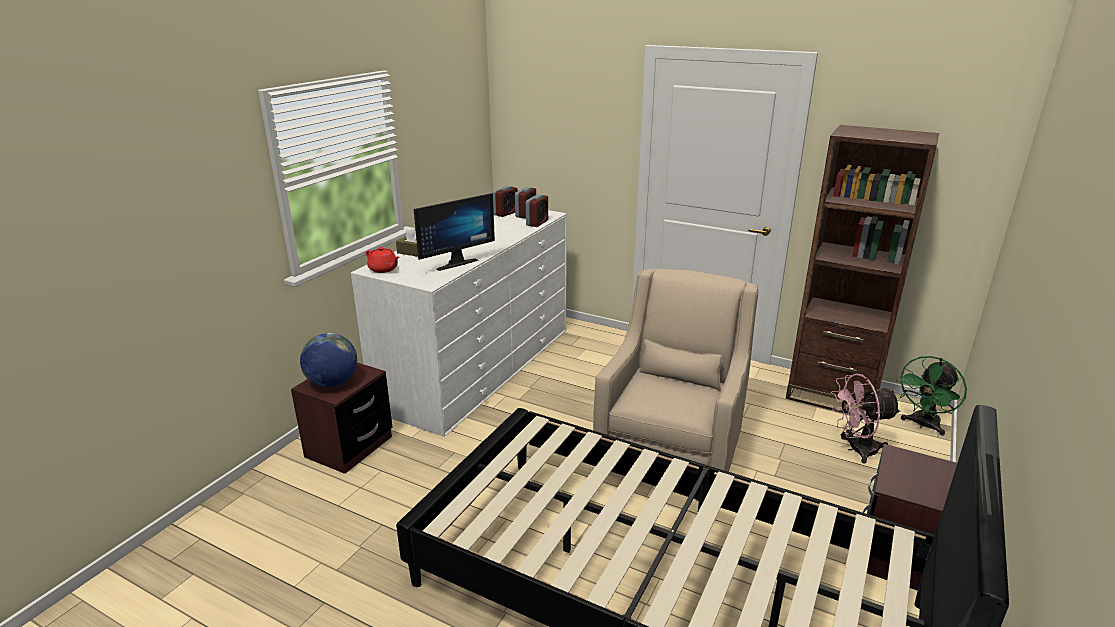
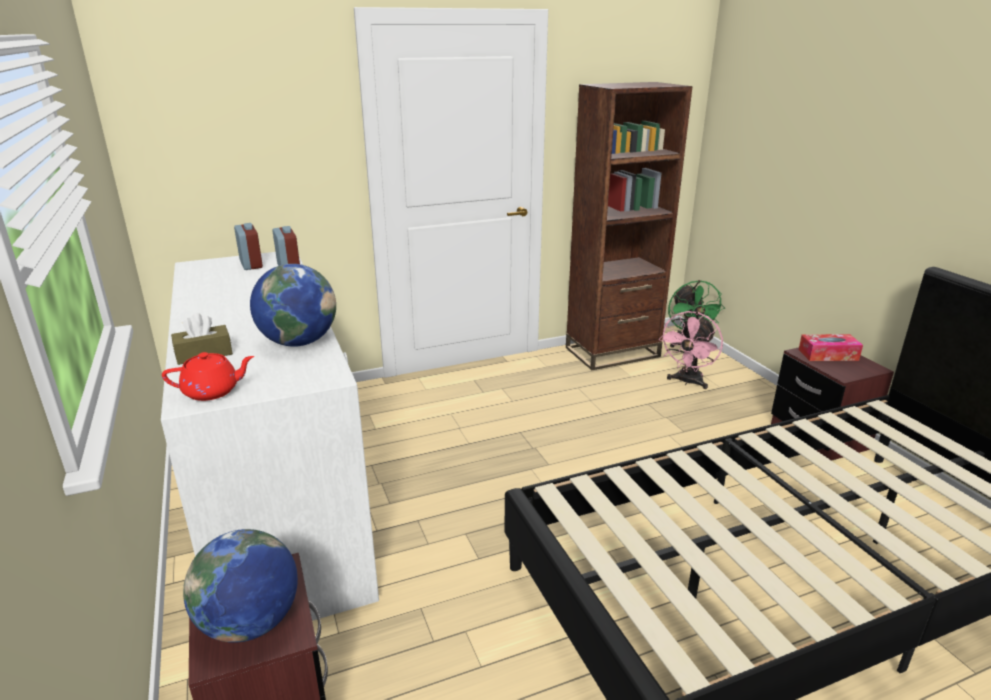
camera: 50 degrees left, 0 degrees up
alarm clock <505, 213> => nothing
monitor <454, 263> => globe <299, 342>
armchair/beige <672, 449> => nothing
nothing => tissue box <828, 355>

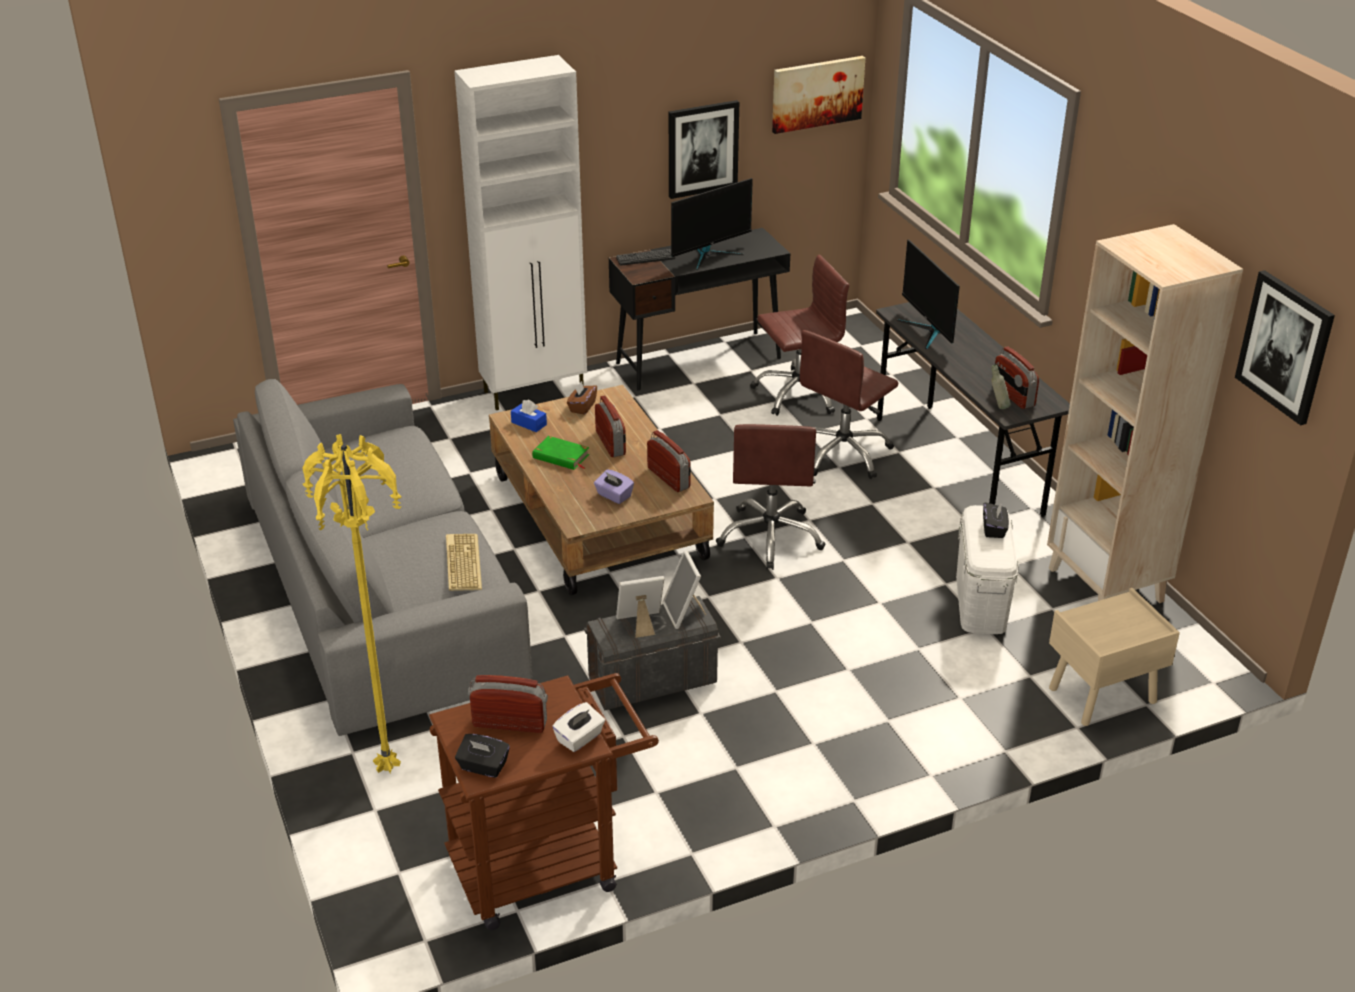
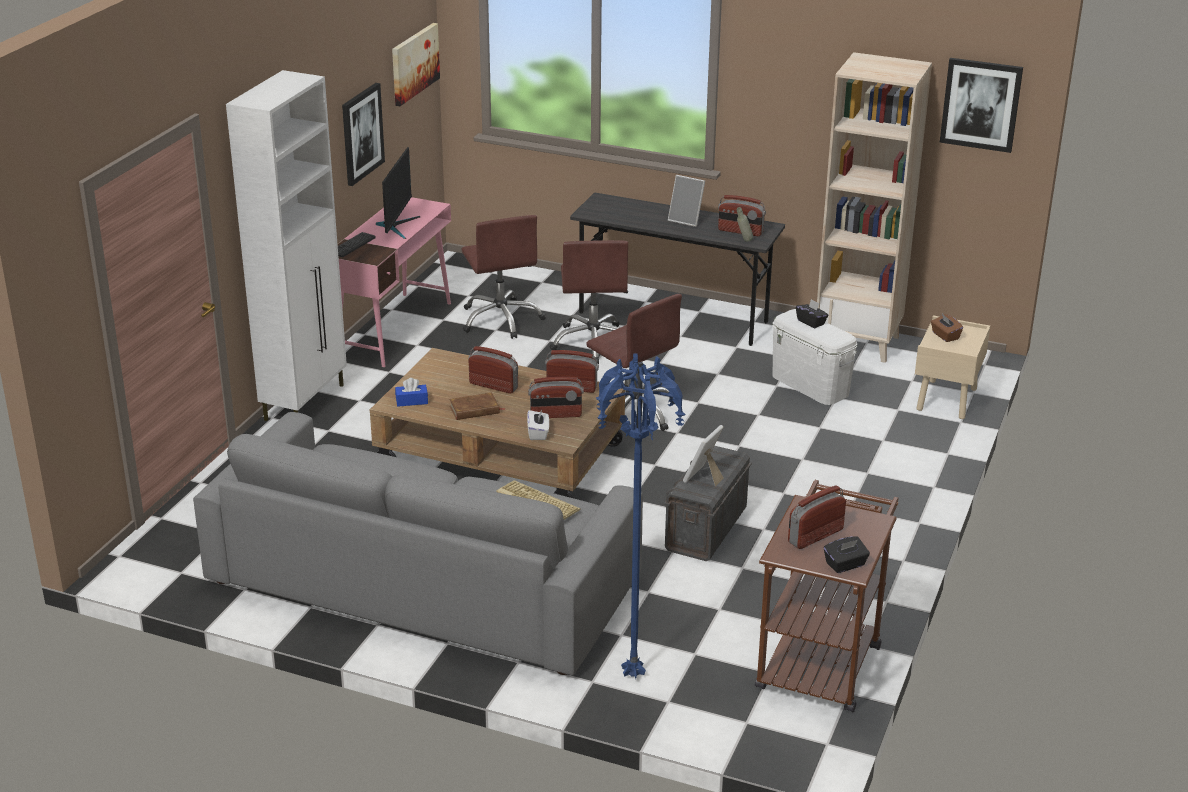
camera: 45 degrees left, 5 degrees down
desk/black <699, 360> => desk/pink <394, 329>
monitor <928, 331> => nothing
office chair/brown <799, 393> => office chair/brown <501, 319>, 135 degrees clockwise
tissue box/brown <582, 407> => tissue box/brown <945, 336>, relocated
floor lamp/yellow <389, 767> => floor lamp/blue <632, 674>
book/green <561, 456> => book/brown <475, 410>
tissue box/purple <613, 496> => radio <556, 415>
picture frame <684, 613> => picture frame <686, 220>, relocated
tissue box/white <579, 738> => tissue box/white <538, 433>, relocated

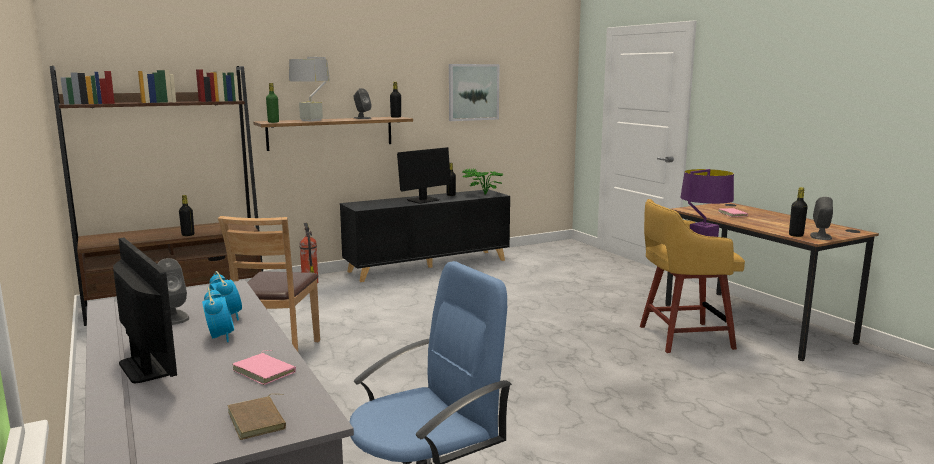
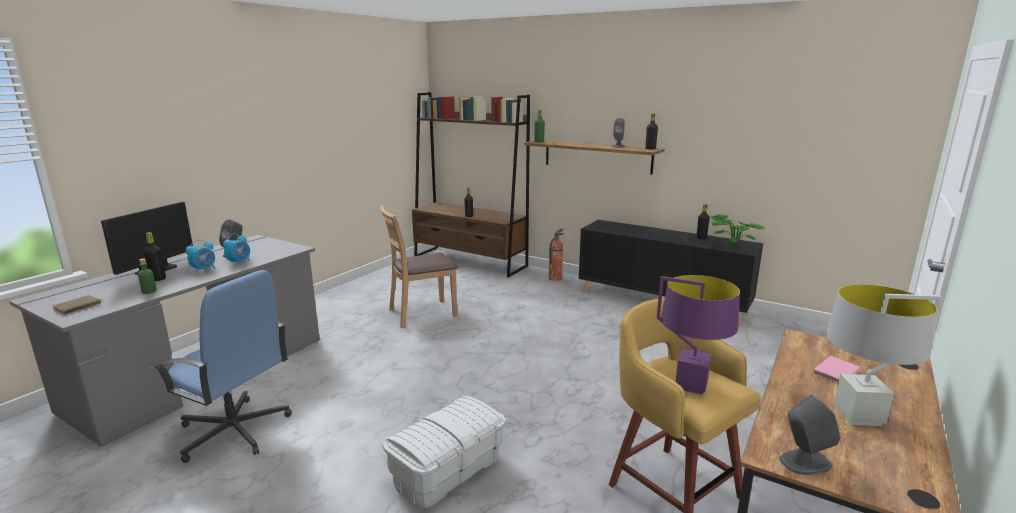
camera: 60 degrees right, 5 degrees up
table lamp/grey <311, 120> => table lamp/grey <859, 416>, relocated
picture <473, 92> => nothing
monitor <423, 200> => nothing
bottle/black <796, 235> => bottle/black <158, 279>, relocated
book/pink <266, 371> => bottle/green <149, 291>
nothing => storage box/white <448, 470>

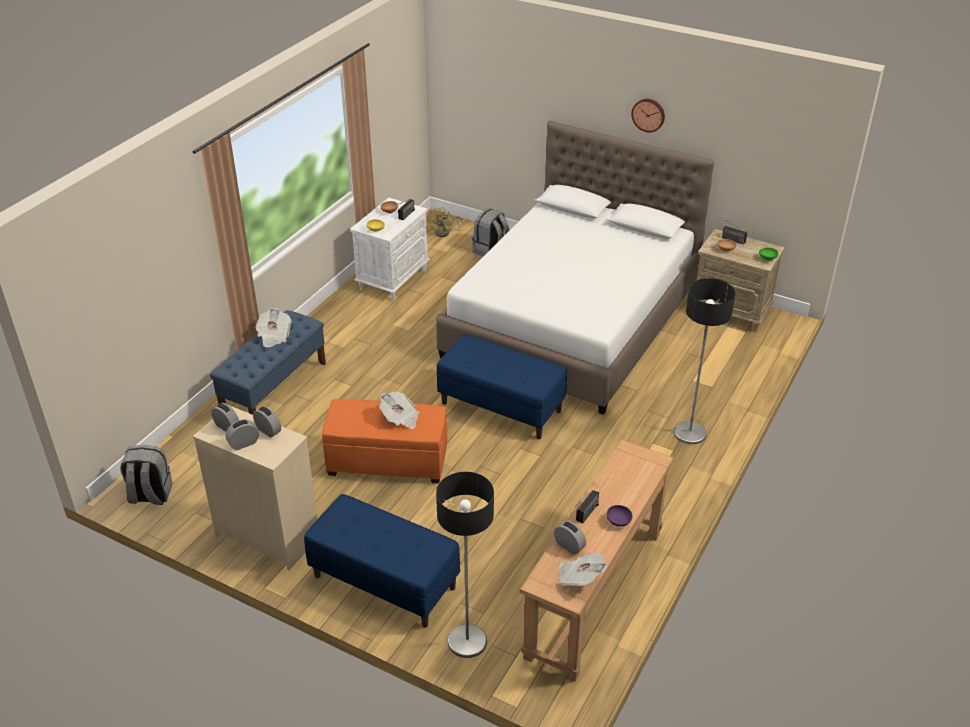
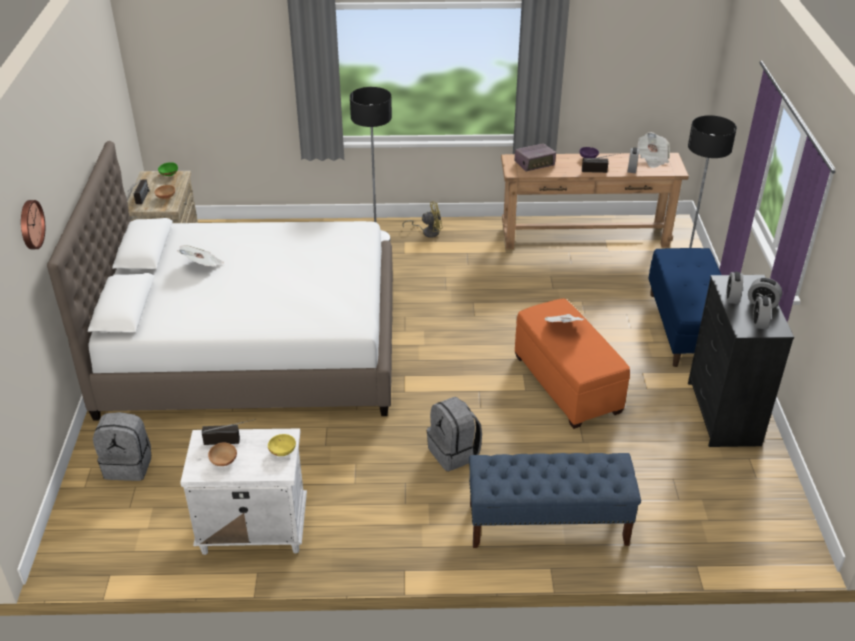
camera: 120 degrees left, 0 degrees up
wall clock <648, 114> => wall clock <30, 224>, relocated
fan/yellow <445, 233> => fan/yellow <427, 232>, relocated
newspaper <274, 336> => newspaper <202, 265>, relocated
bench/blue <501, 407> => nothing
dresser/beige <268, 536> => dresser/black <722, 413>
backpack/grey <150, 495> => backpack/grey <454, 453>, relocated
nothing => radio <534, 164>

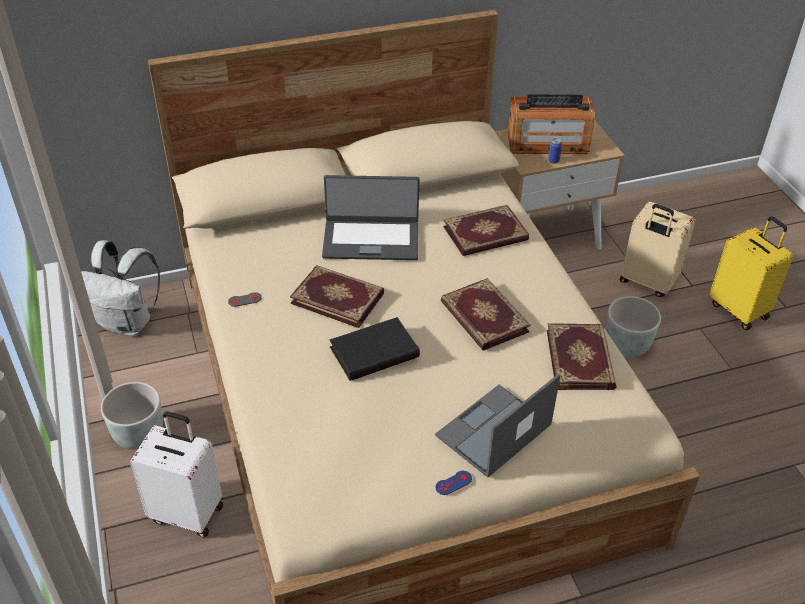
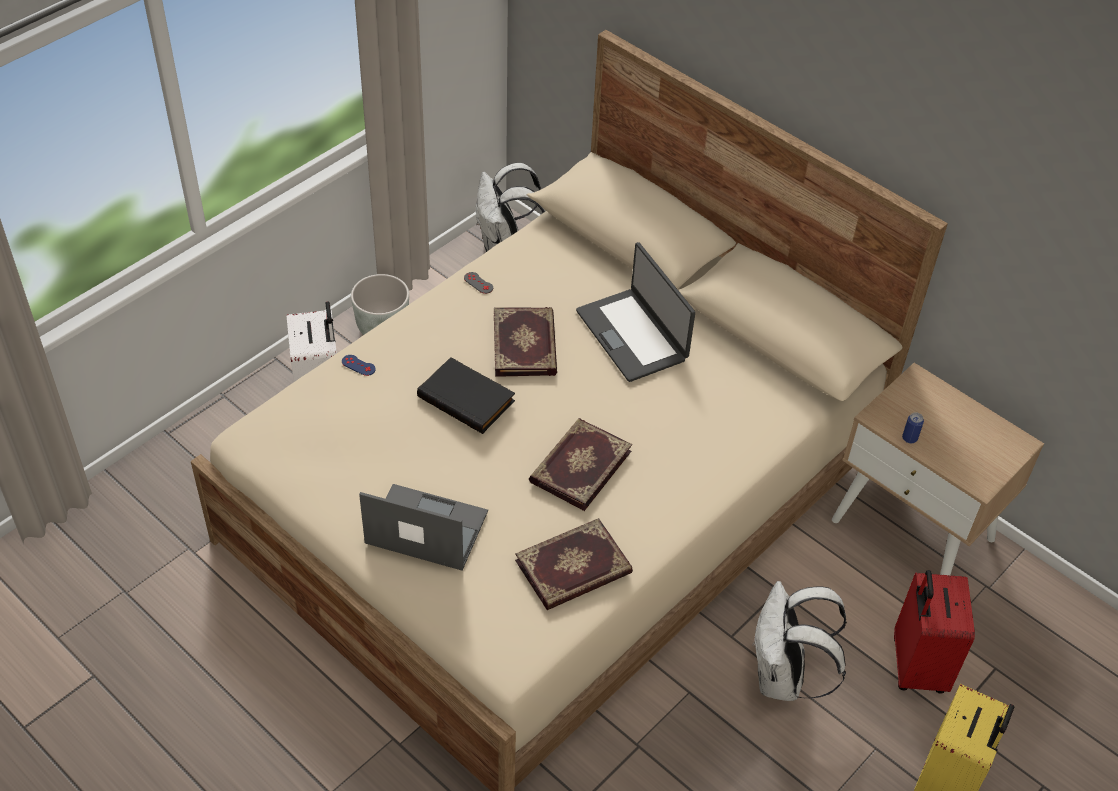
camera: 60 degrees right, 5 degrees up
radio <547, 143> => nothing
suitcase/beige <647, 282> => suitcase/red <916, 666>
book <486, 234> => nothing
planter/grey <627, 346> => backpack/white <783, 678>
game controller/blue <453, 483> => game controller/blue <358, 365>, relocated

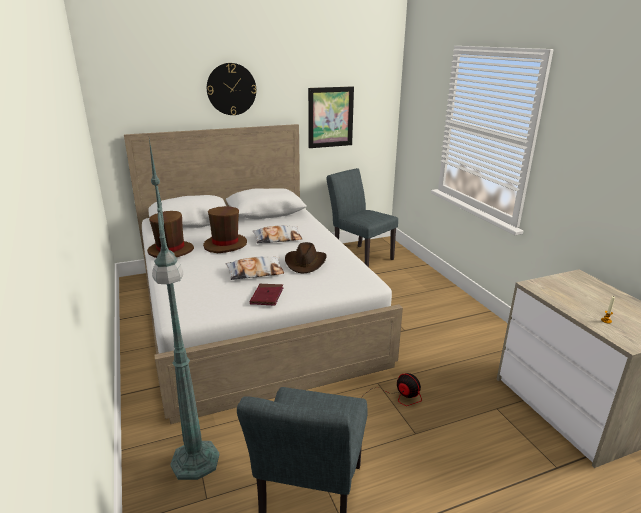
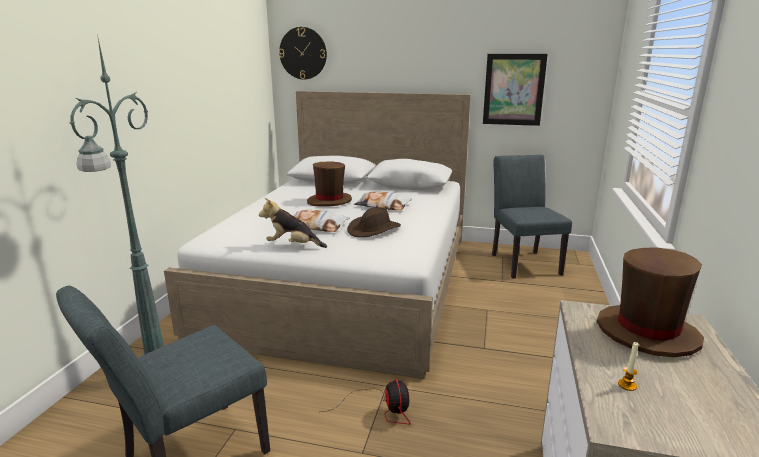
camera: 35 degrees right, 5 degrees down
wall clock <231, 89> => wall clock <303, 53>, relocated
hat/brown <171, 251> => hat/brown <647, 333>, relocated
book/red <267, 296> => plush toy <293, 246>

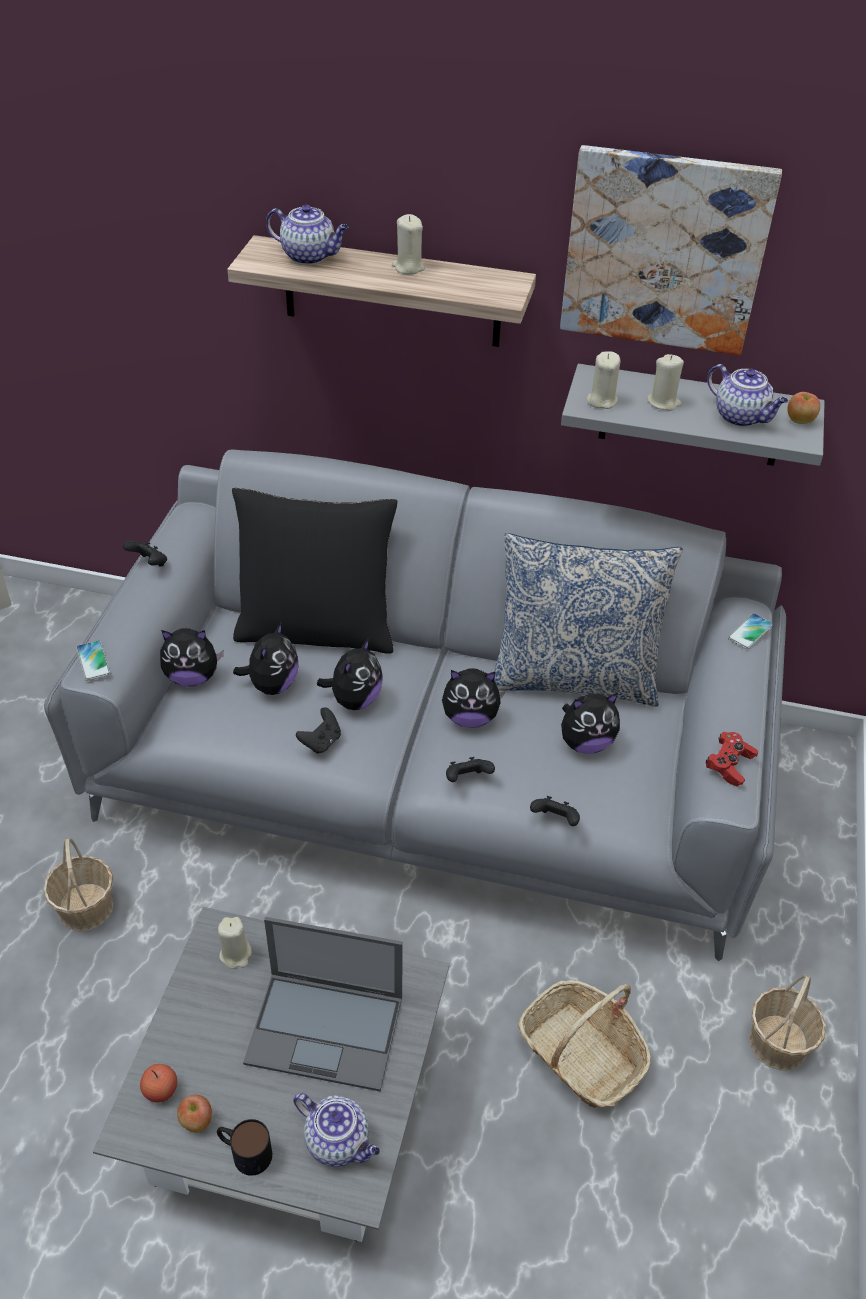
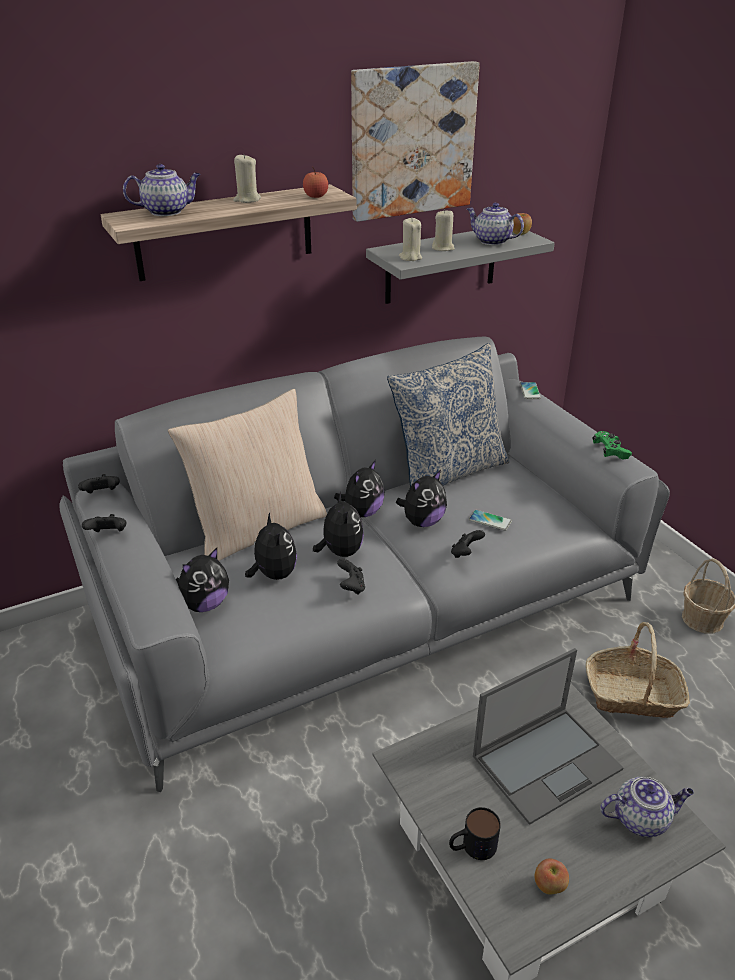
camera: 40 degrees left, 10 degrees down
teapot <741, 417> => teapot <491, 241>, 150 degrees counterclockwise
pillow/black <317, 629> => pillow/beige <258, 529>
phone <93, 661> => phone <490, 521>, relocated
plush toy <586, 743> => plush toy <362, 512>, relocated
game controller/red <729, 764> => game controller/green <610, 451>
game controller/black <555, 820> => game controller/black <102, 494>, relocated
basket <86, 907> => nothing
candle/beige <236, 954> => nothing
apple <161, 1090> => apple <316, 196>, relocated
mug <244, 1152> => mug <472, 847>, relocated

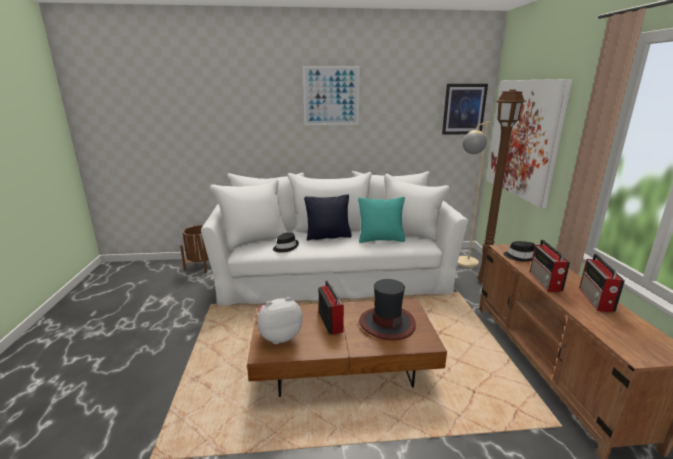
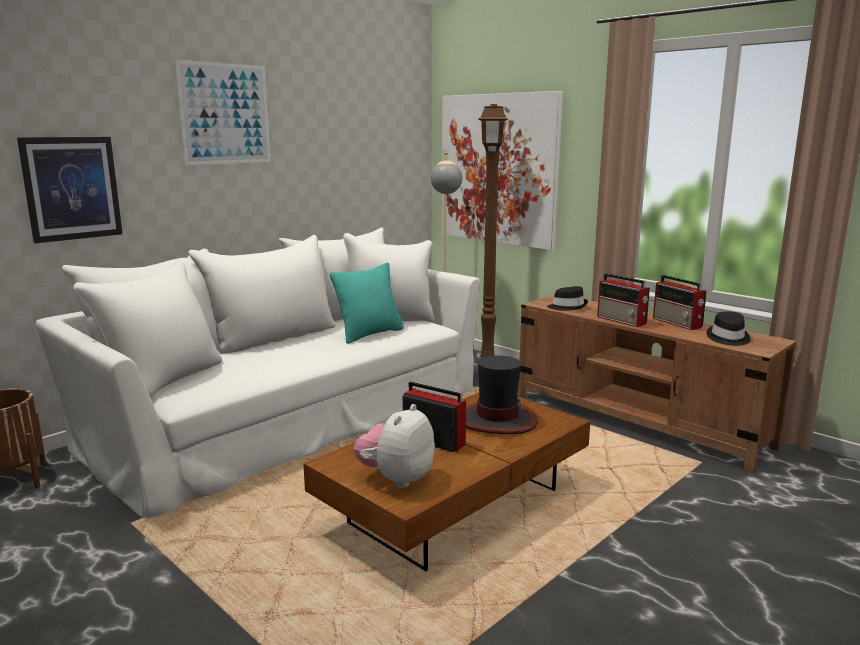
camera: 40 degrees left, 5 degrees down
picture <464, 109> => picture <72, 188>, relocated
pillow/black <328, 236> => nothing
hat/black <285, 247> => hat/black <728, 338>, relocated

